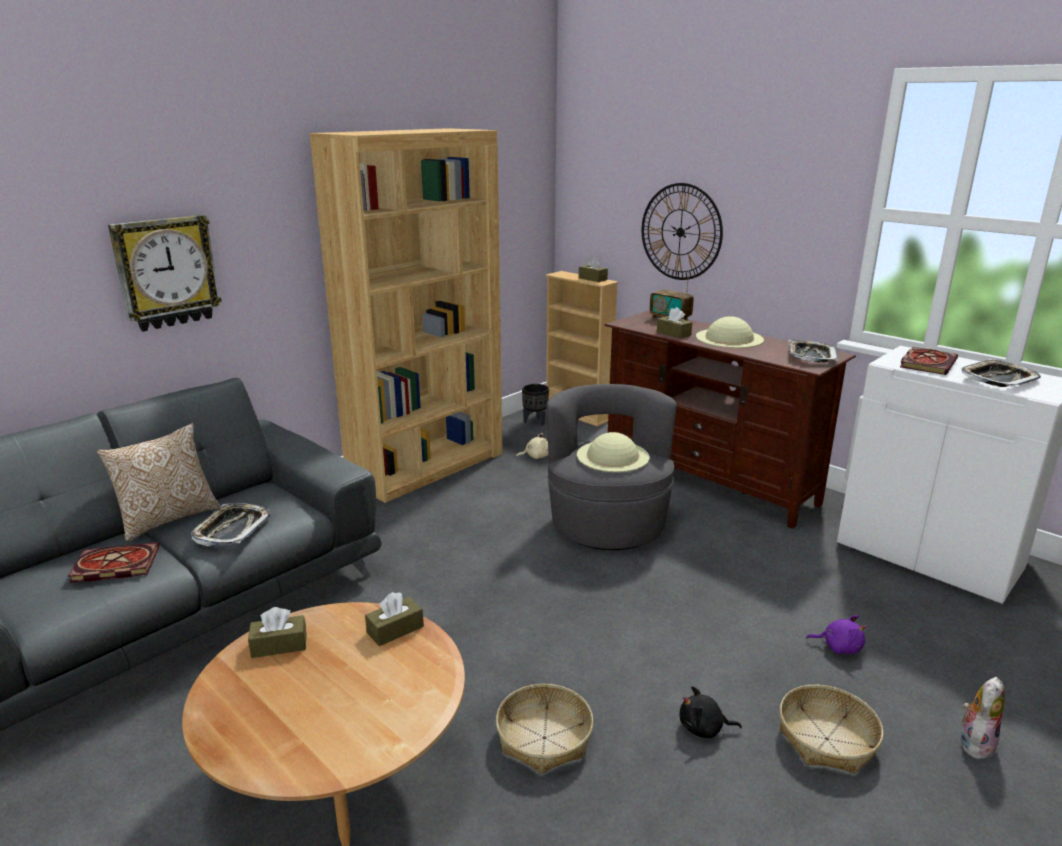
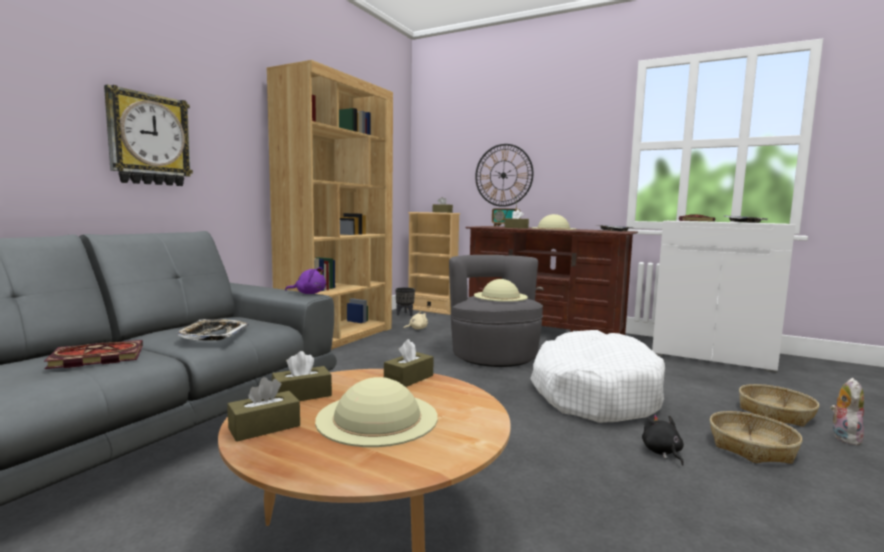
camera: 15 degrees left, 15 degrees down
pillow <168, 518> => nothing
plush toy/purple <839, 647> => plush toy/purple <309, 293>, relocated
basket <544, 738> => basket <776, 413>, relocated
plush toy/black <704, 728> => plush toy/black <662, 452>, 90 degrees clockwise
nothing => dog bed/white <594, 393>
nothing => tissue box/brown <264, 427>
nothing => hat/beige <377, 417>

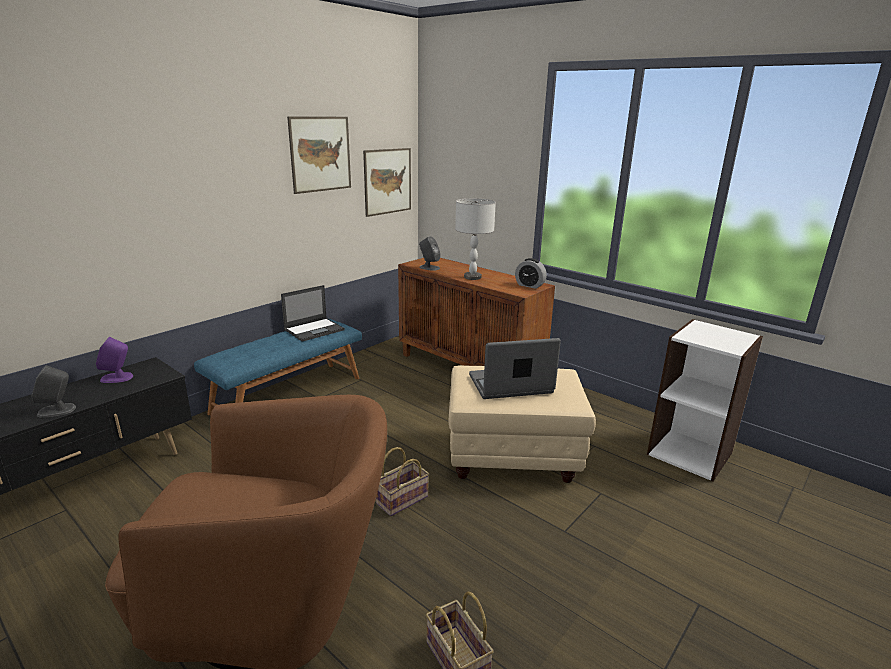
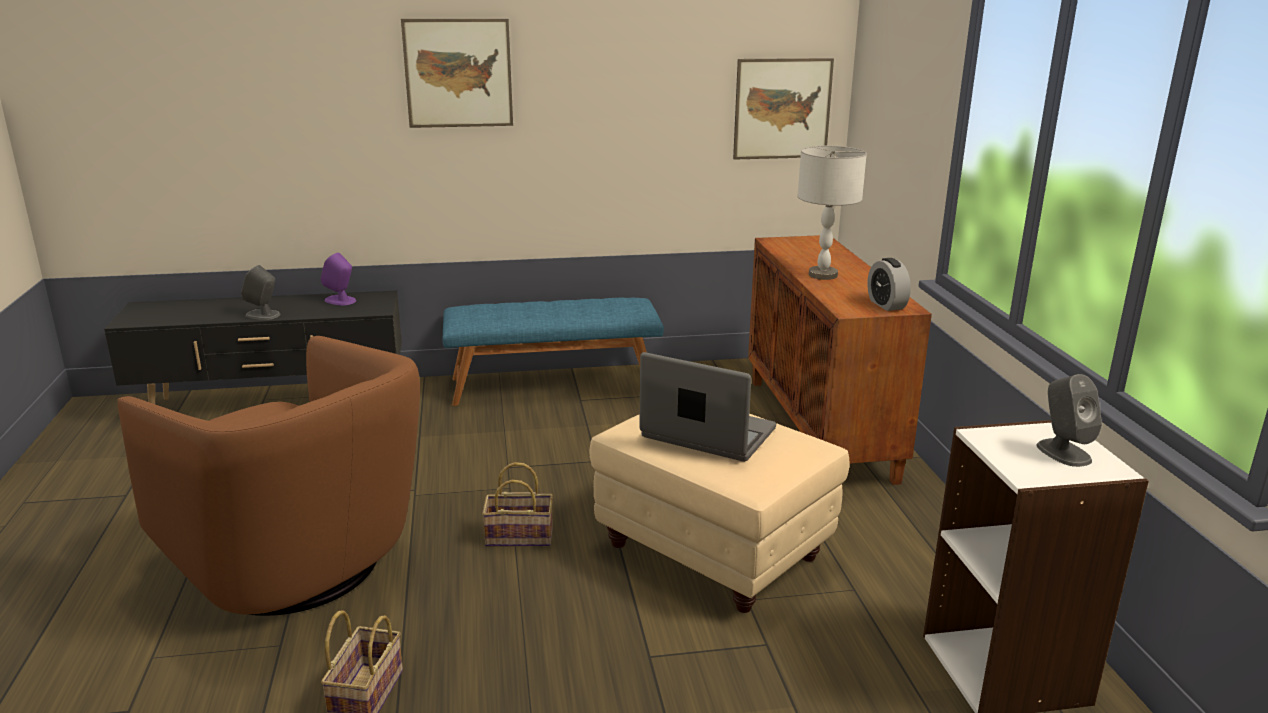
camera: 40 degrees right, 0 degrees up
picture <320, 154> => picture <458, 73>, relocated
speaker/grey <429, 267> => speaker/grey <1063, 452>, relocated
laptop <314, 329> => nothing

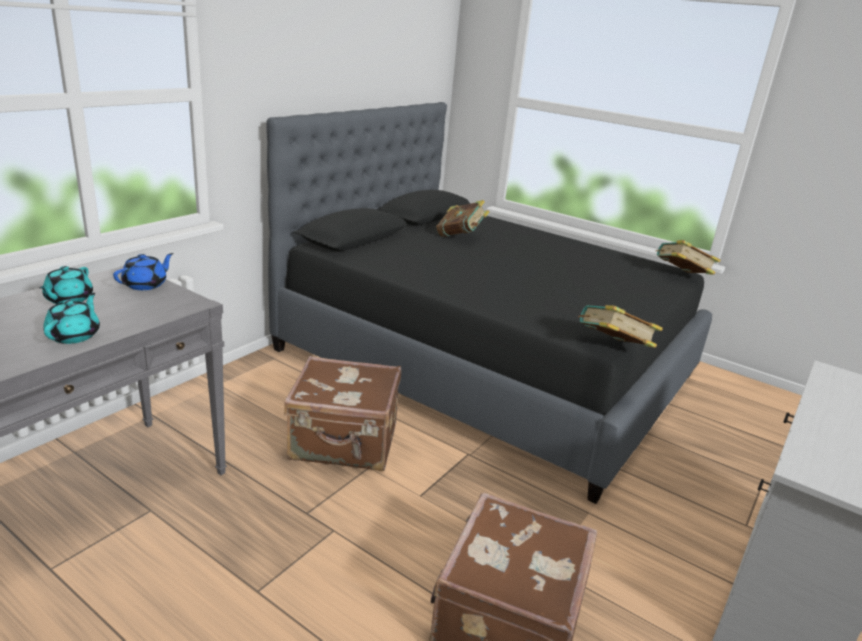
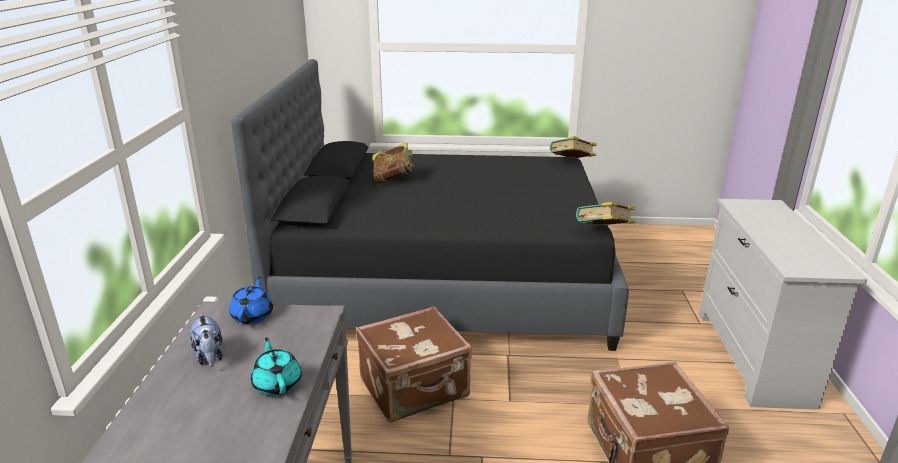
camera: 30 degrees left, 0 degrees up
teapot/turquoise <68, 299> => plush toy <210, 357>

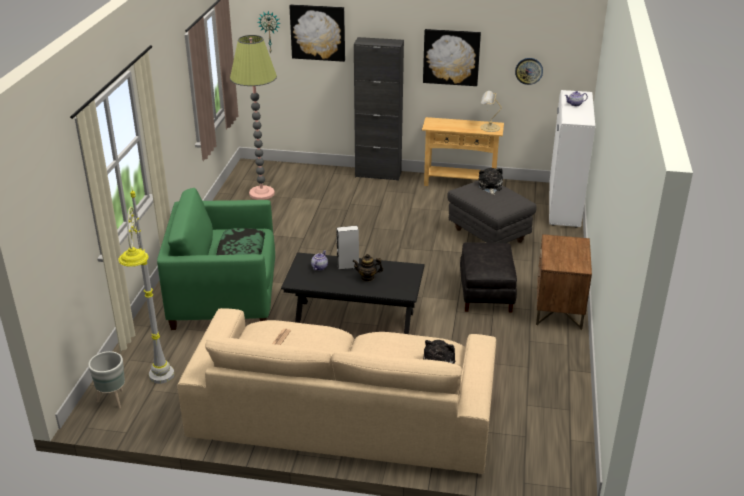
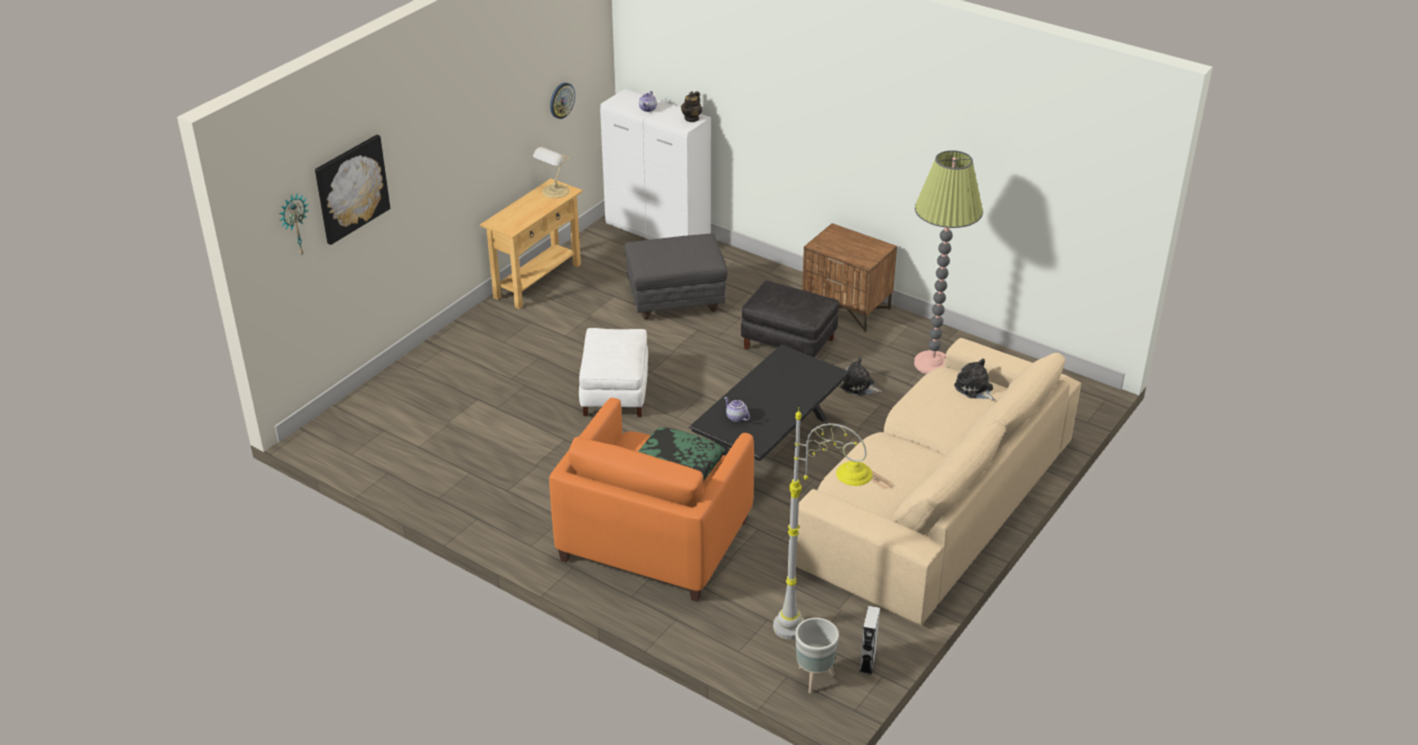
camera: 65 degrees left, 5 degrees up
picture <451, 57> => nothing
floor lamp <262, 193> => floor lamp <932, 364>, relocated
cabinet/black <378, 174> => nothing
plush toy <490, 187> => plush toy <859, 386>, relocated
armchair/green <224, 297> => armchair/orange <655, 539>
speaker/grey <348, 266> => speaker/grey <867, 662>, relocated
teapot <367, 277> => teapot <692, 118>, relocated
nothing => ottoman/white <614, 392>

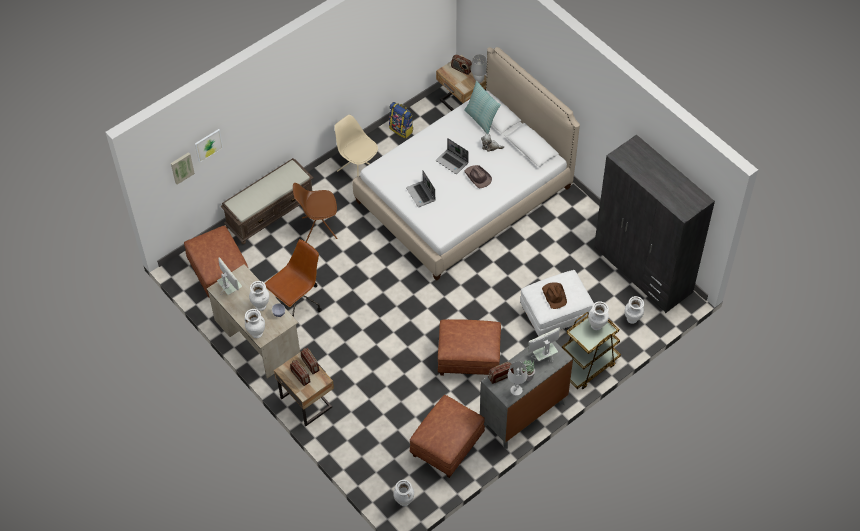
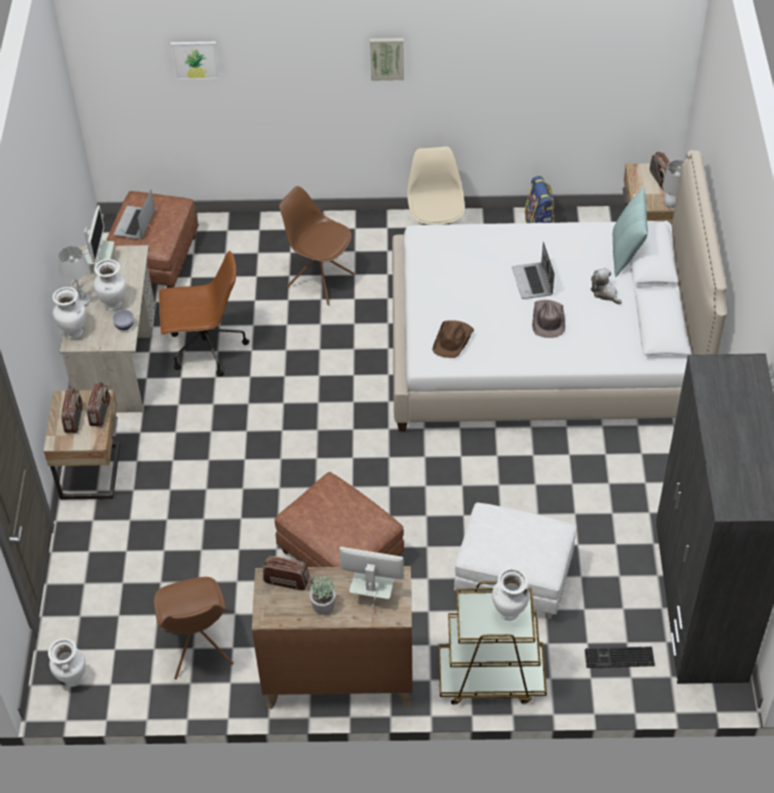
camera: 40 degrees right, 5 degrees down
picture <181, 167> => picture <387, 58>, relocated
bench/brown <270, 212> => nothing
laptop <421, 194> => laptop <135, 224>, relocated
hat/brown <554, 295> => hat/brown <453, 340>, relocated
vase/white <632, 320> => keyboard <618, 659>
dresser/grey <523, 413> => dresser/brown <338, 678>
table lamp/white <516, 390> => table lamp/white <81, 300>, relocated
ottoman/brown <447, 446> => chair/brown <198, 648>

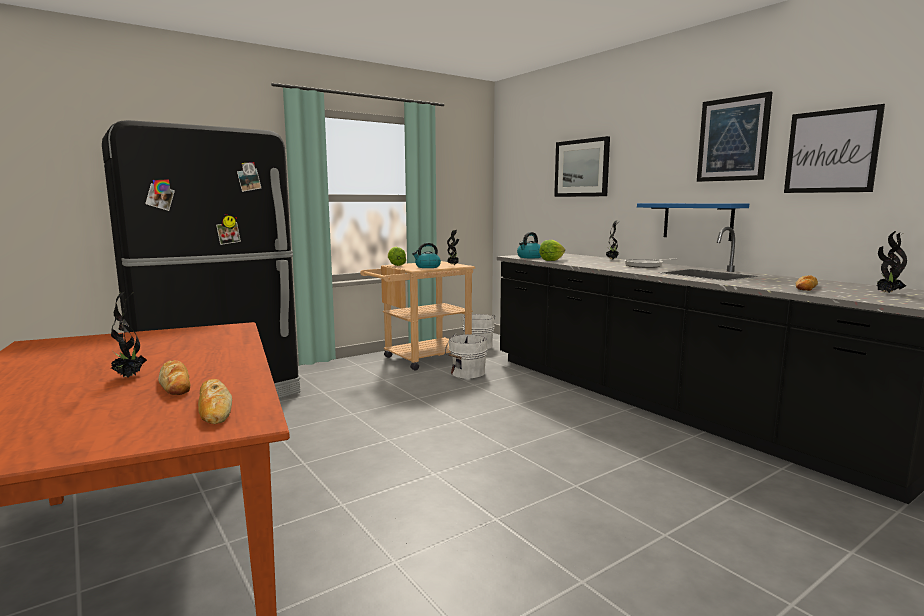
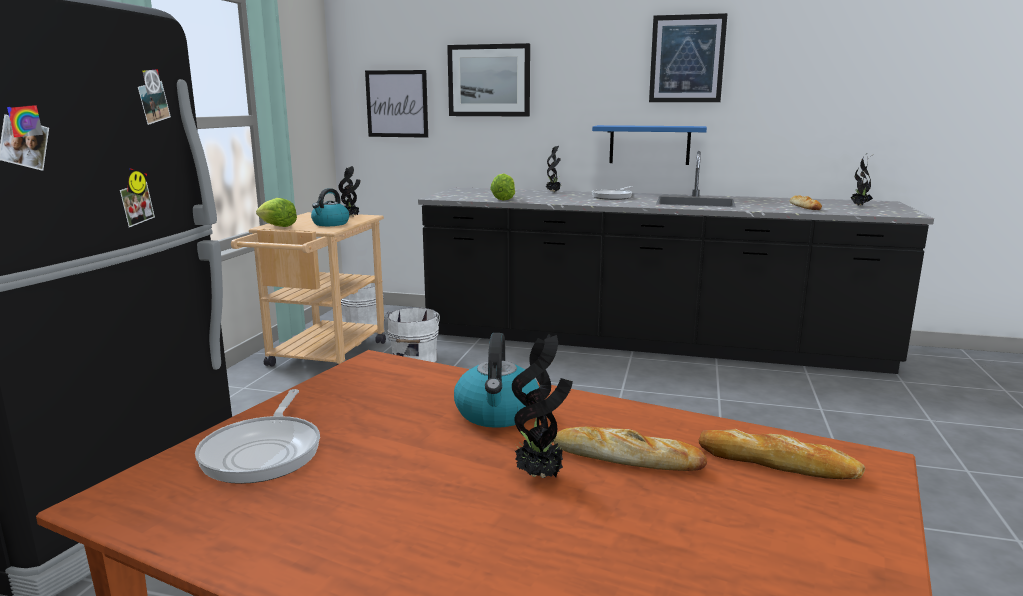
camera: 40 degrees left, 5 degrees up
picture <831, 151> => picture <397, 104>, relocated
kettle <529, 257> => kettle <497, 413>, relocated
nothing => frying pan <264, 452>

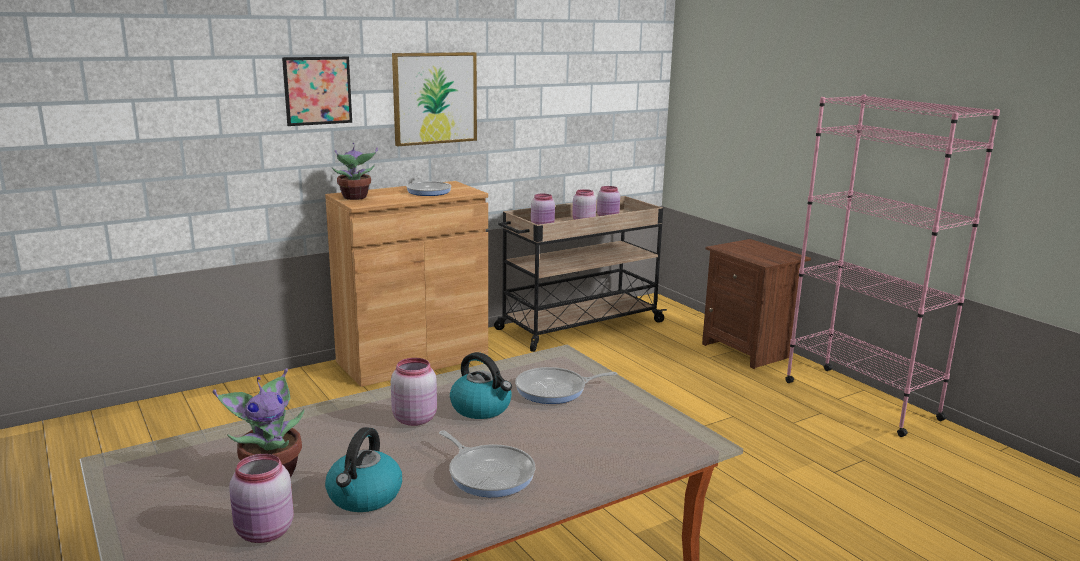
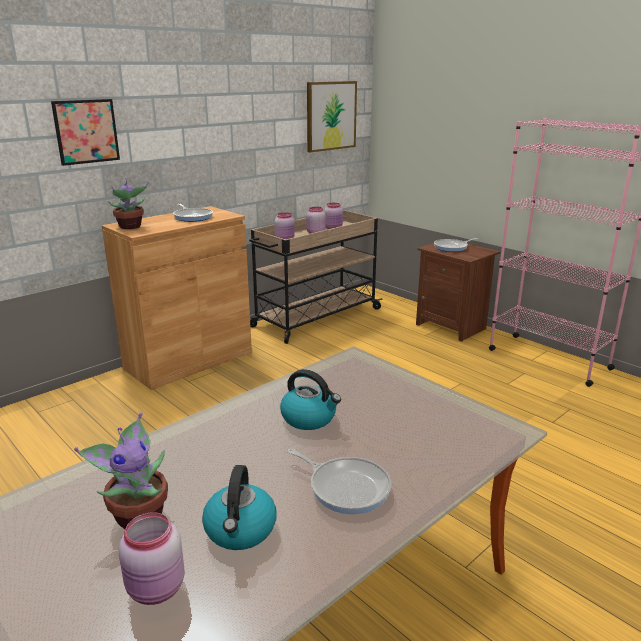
camera: 10 degrees left, 5 degrees up
picture <434, 98> => picture <331, 116>, relocated
jar/pink <414, 418> => nothing
frying pan <555, 390> => frying pan <452, 247>, relocated

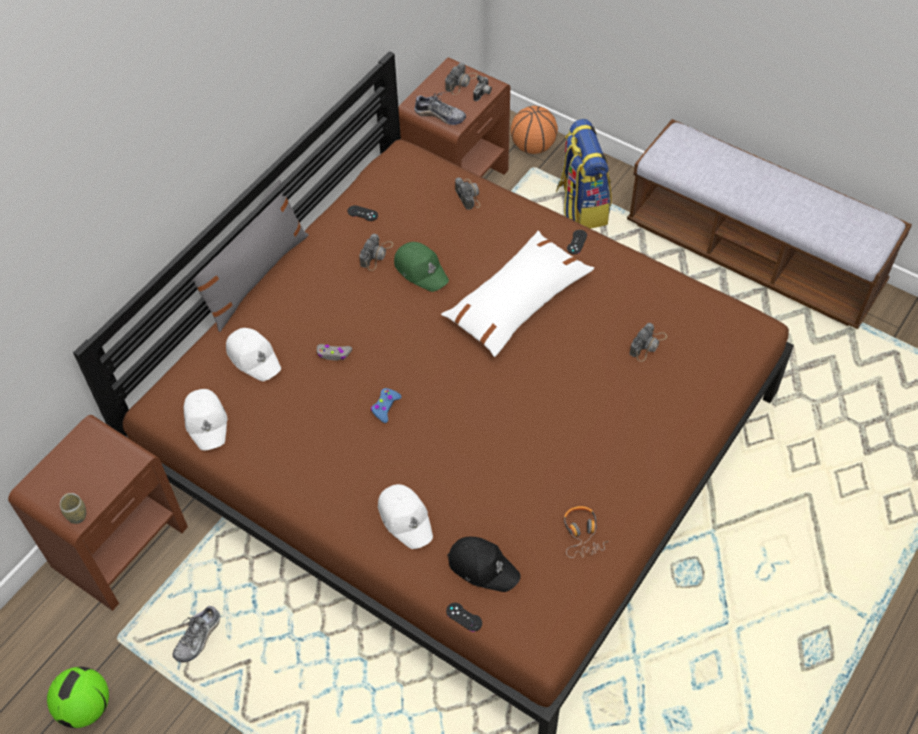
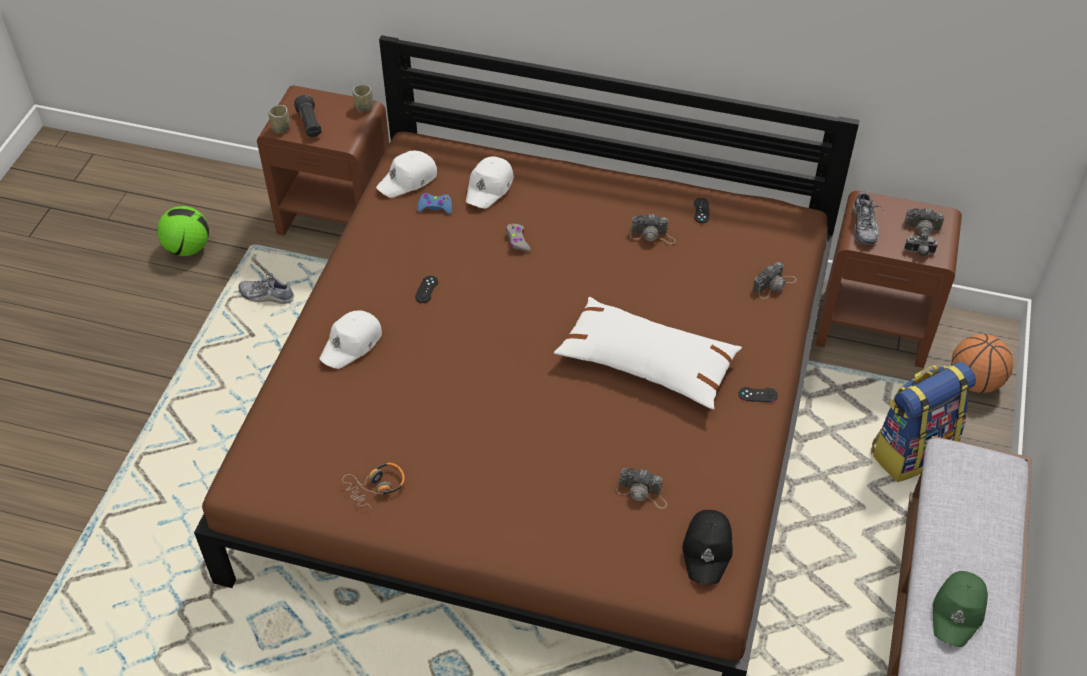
camera: 70 degrees right, 5 degrees down
pillow/grey <255, 277> => nothing
cap/green <421, 270> => cap/green <958, 611>, relocated
game controller/blue <385, 407> => game controller/blue <435, 207>, relocated
cap/black <483, 566> => cap/black <708, 550>, relocated
game controller/black <464, 617> => game controller/black <426, 289>, relocated
nothing => cup <364, 107>
nothing => flashlight/black <309, 124>

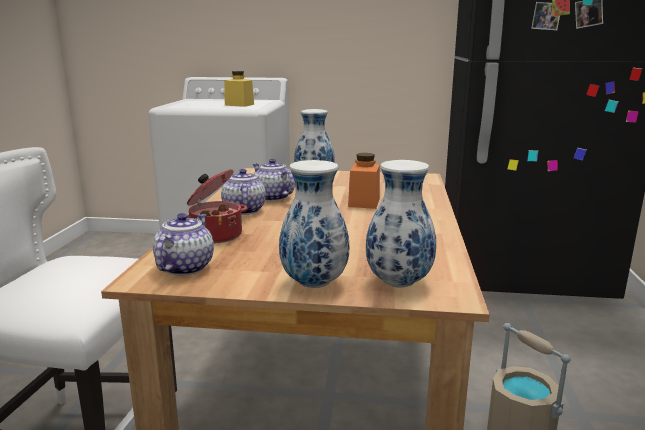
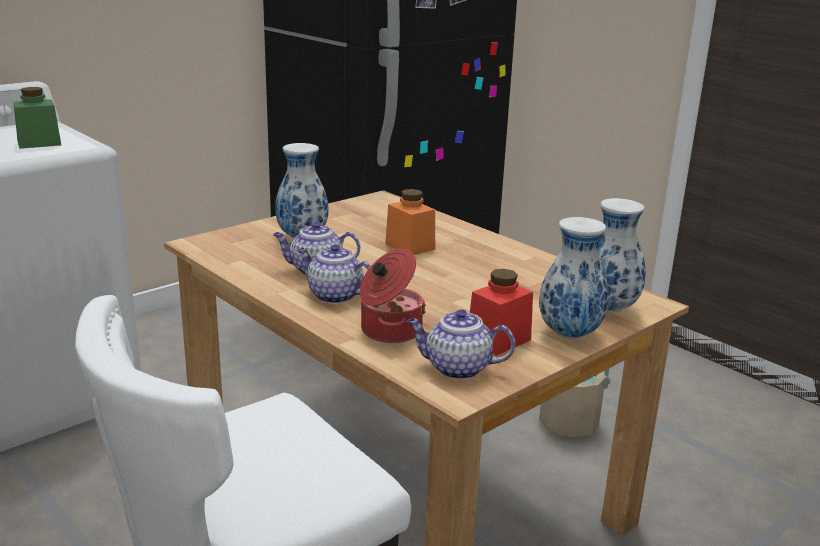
camera: 50 degrees left, 5 degrees up
jar/yellow <239, 105> => jar/green <39, 143>
teapot <185, 267> => teapot <456, 368>, 45 degrees counterclockwise
nothing => jar/red <498, 340>

